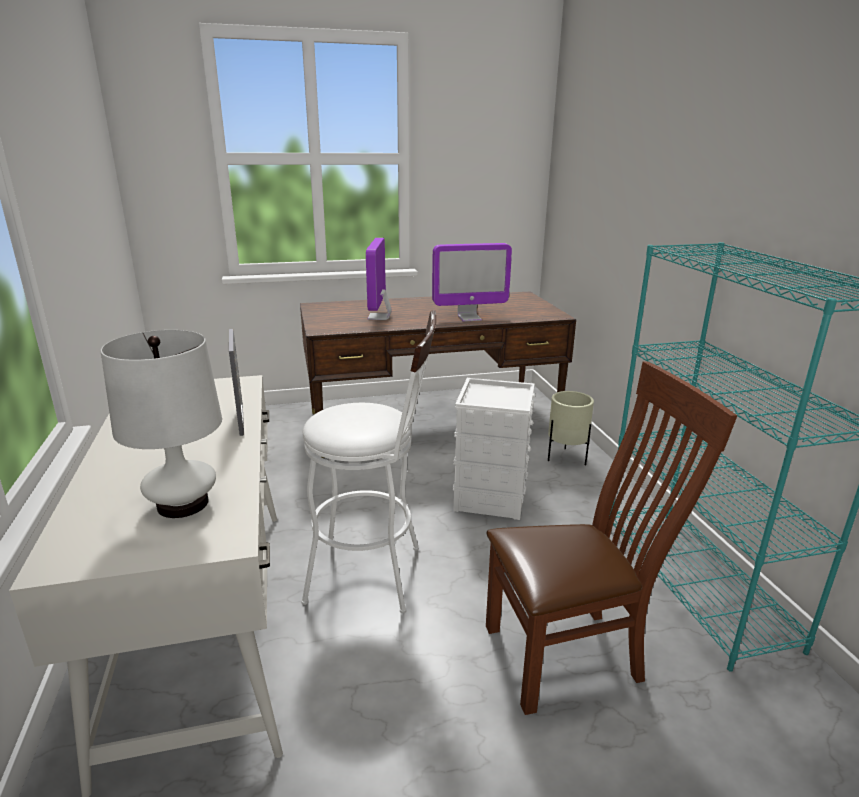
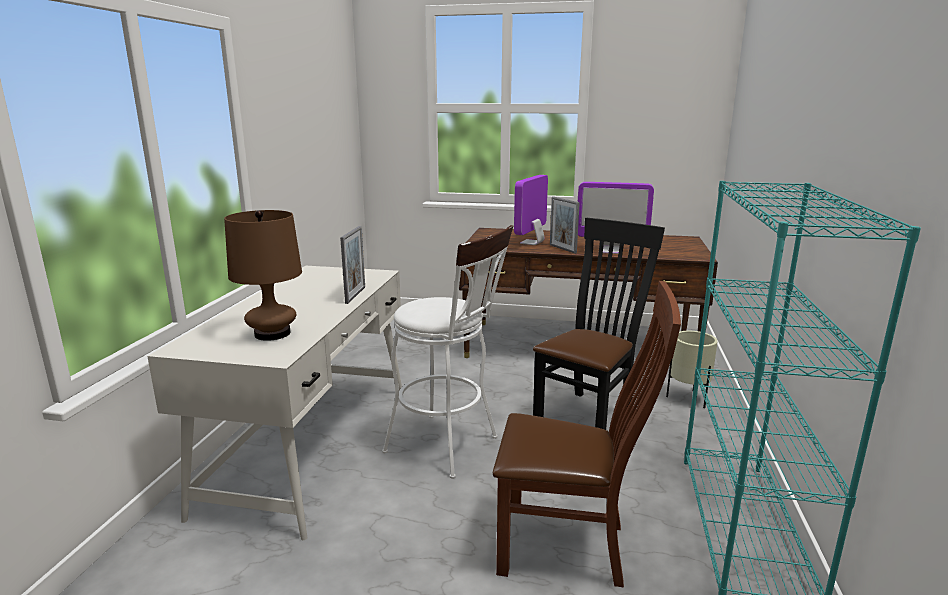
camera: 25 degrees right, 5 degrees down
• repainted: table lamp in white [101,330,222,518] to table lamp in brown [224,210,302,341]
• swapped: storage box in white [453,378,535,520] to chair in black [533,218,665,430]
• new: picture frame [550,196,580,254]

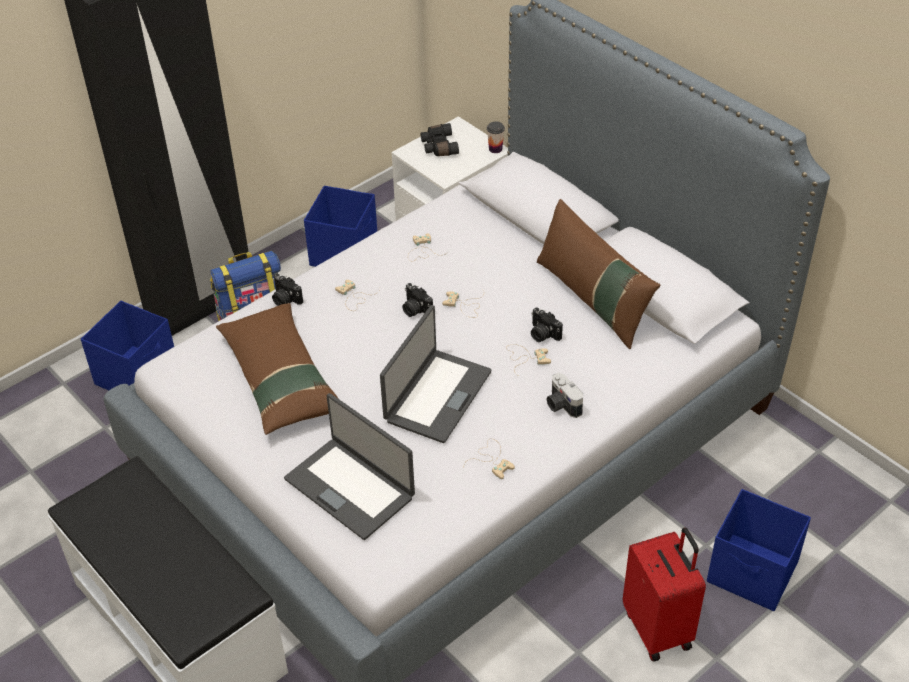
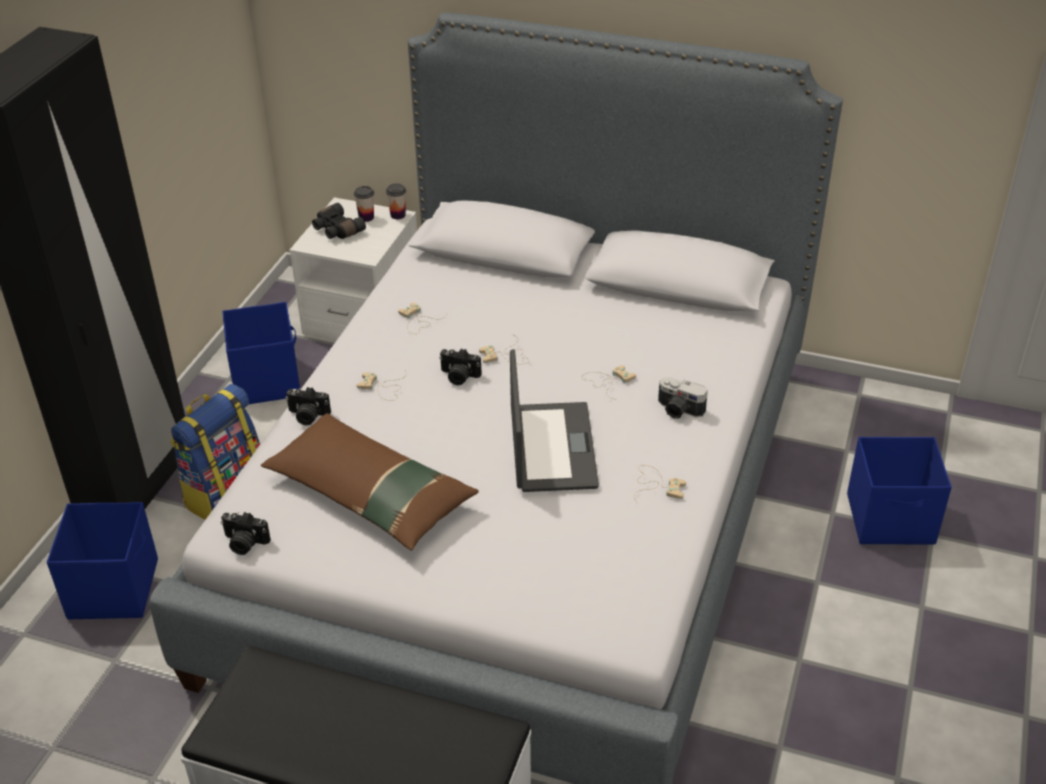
camera: 30 degrees left, 5 degrees down
• gone: laptop [284,393,415,540]
• shifted: photo camera [531,307,563,342] to [221,512,271,555]
• gone: pillow in brown [537,199,660,349]
• gone: suitcase in red [623,528,706,661]
• new: cup [354,186,374,222]

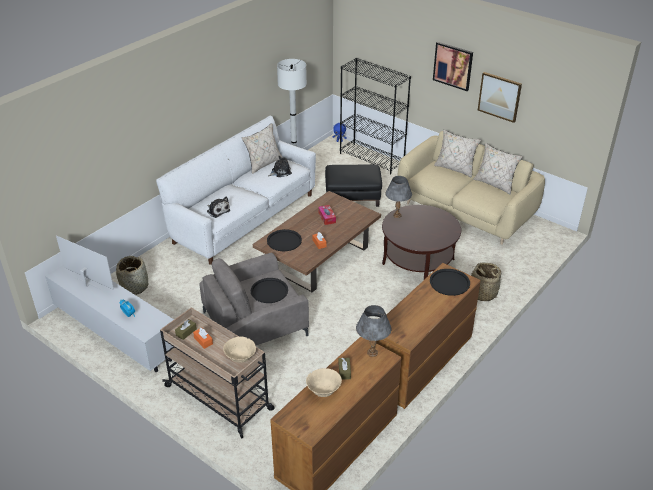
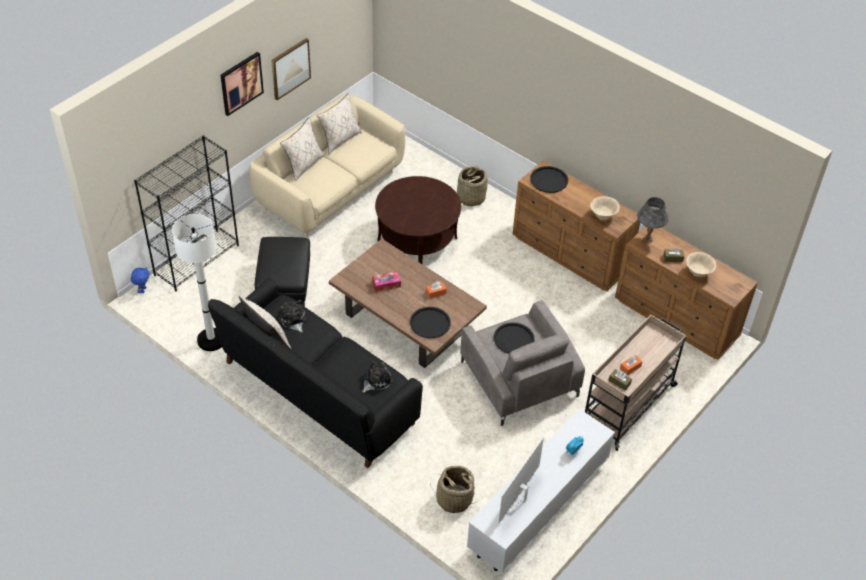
camera: 90 degrees left, 10 degrees up
• repainted: sofa in white [156,116,316,265] to sofa in black [208,278,423,468]
• shifted: bowl in beige [223,337,256,363] to [590,196,620,220]
• gone: table lamp in grey [385,176,412,218]

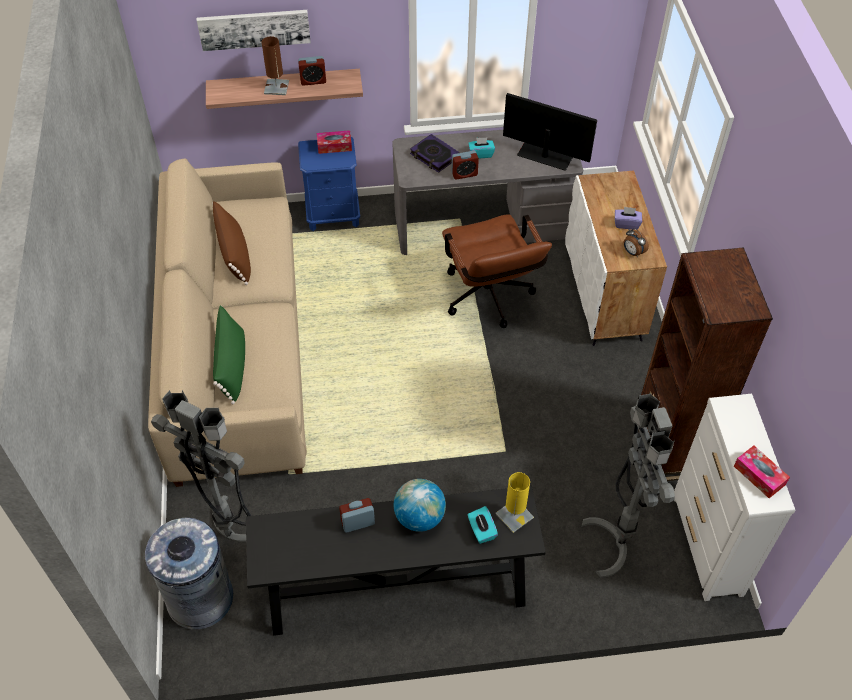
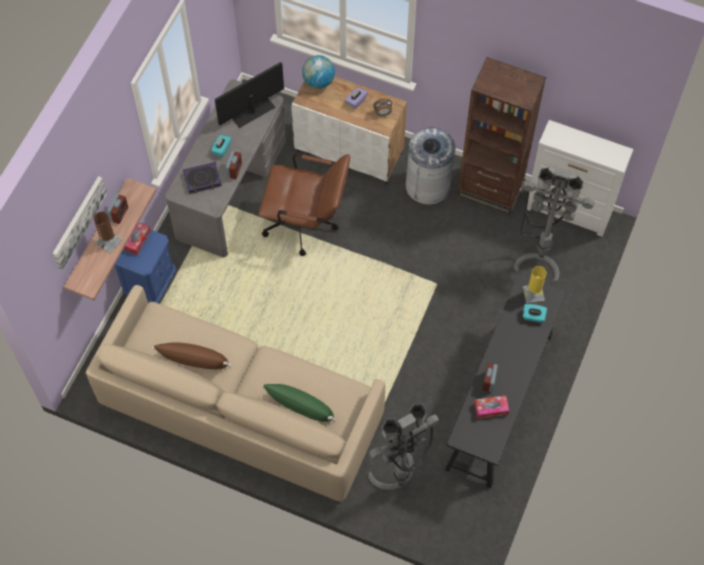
camera: 60 degrees left, 10 degrees up
• shifted: trash can in grey [145,518,233,629] to [405,128,455,205]
• shifted: globe [394,479,446,532] to [302,55,335,89]
• shifted: tissue box [734,445,790,498] to [474,395,509,419]

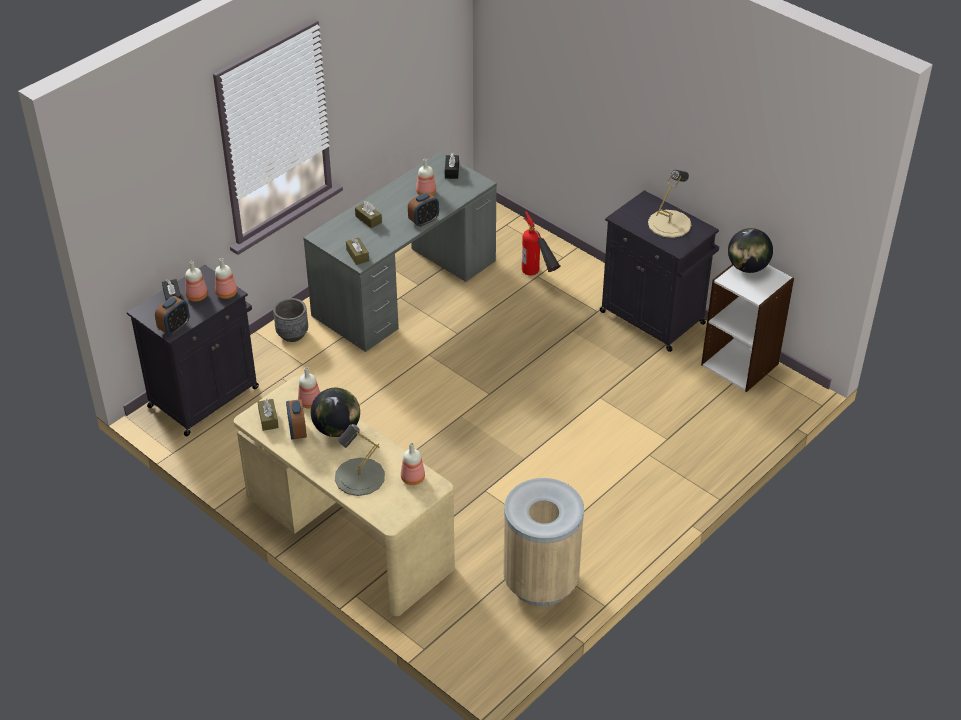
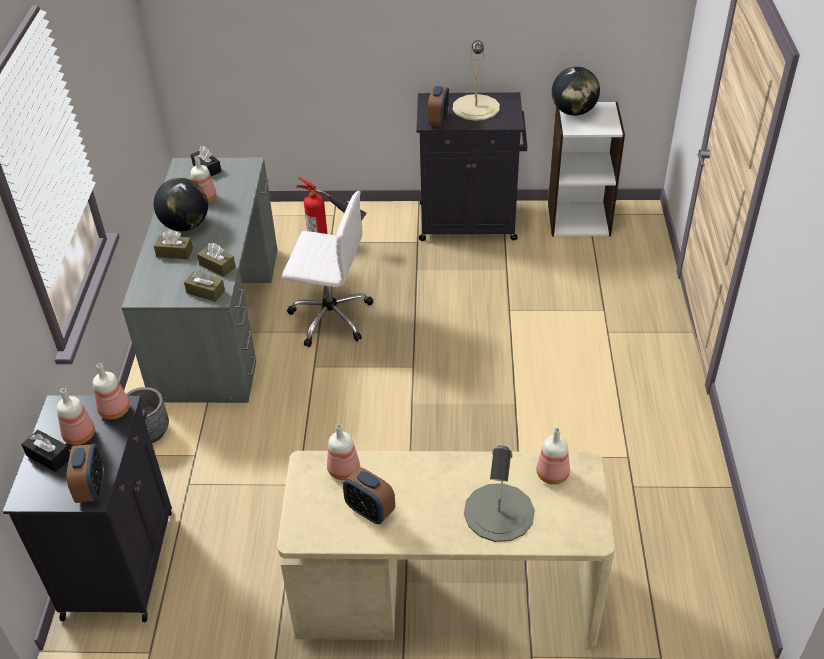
camera: 40 degrees left, 0 degrees up
• shifted: tissue box in brown [258,399,279,431] to [197,243,236,277]
• shifted: globe [311,388,360,437] to [154,178,208,231]
• shifted: alarm clock [408,192,439,227] to [428,86,449,126]
• gone: trash can in beige [503,478,584,606]
• new: office chair in white [282,191,374,347]

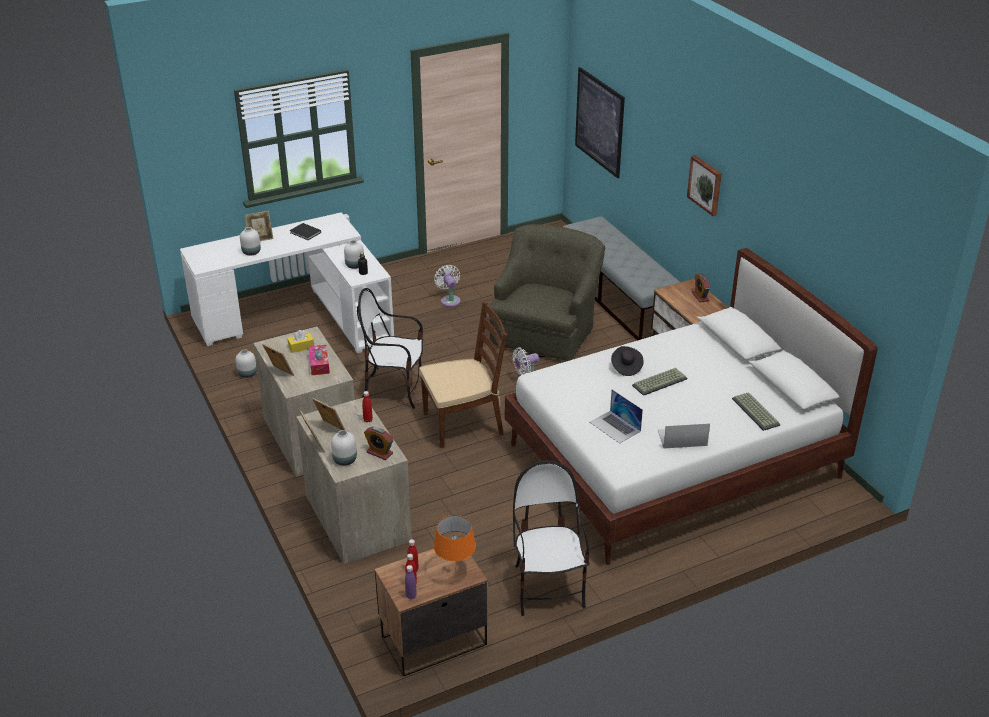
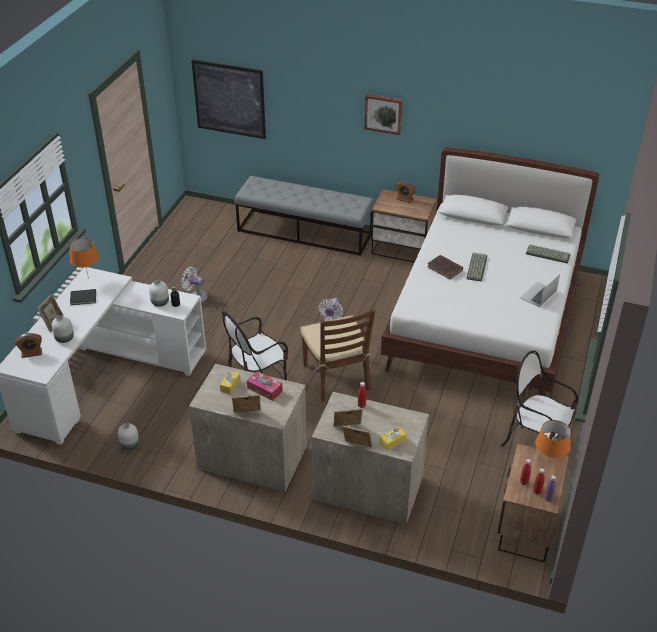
camera: 45 degrees left, 5 degrees up
• swapped: vase in white [331,430,357,466] to tissue box in yellow [380,427,406,451]
• shifted: alarm clock [364,427,393,460] to [15,333,42,358]
• rotated: chair in brown [419,302,507,448] = [300,309,375,402] 135 degrees clockwise
• gone: armchair in green [489,224,605,361]
• gone: laptop [590,390,643,444]
• swapped: hat in black [611,346,644,376] to book in brown [427,255,463,279]
• new: table lamp in orange [70,238,99,279]

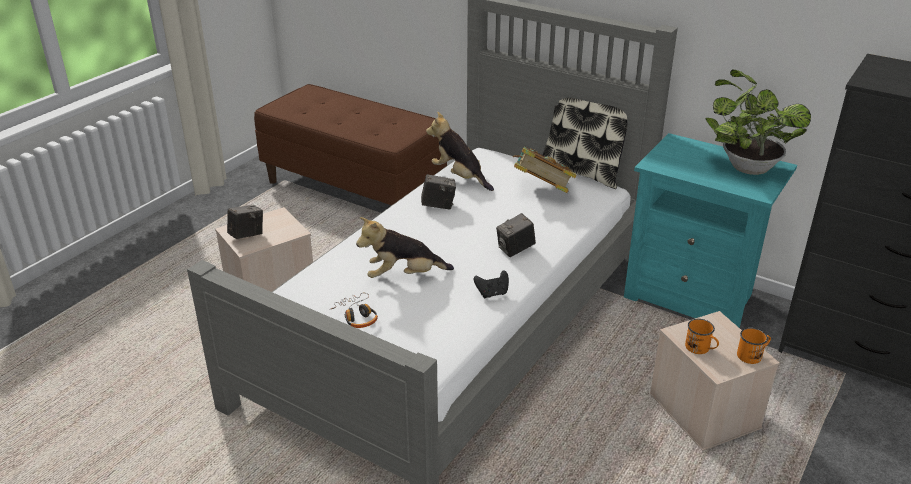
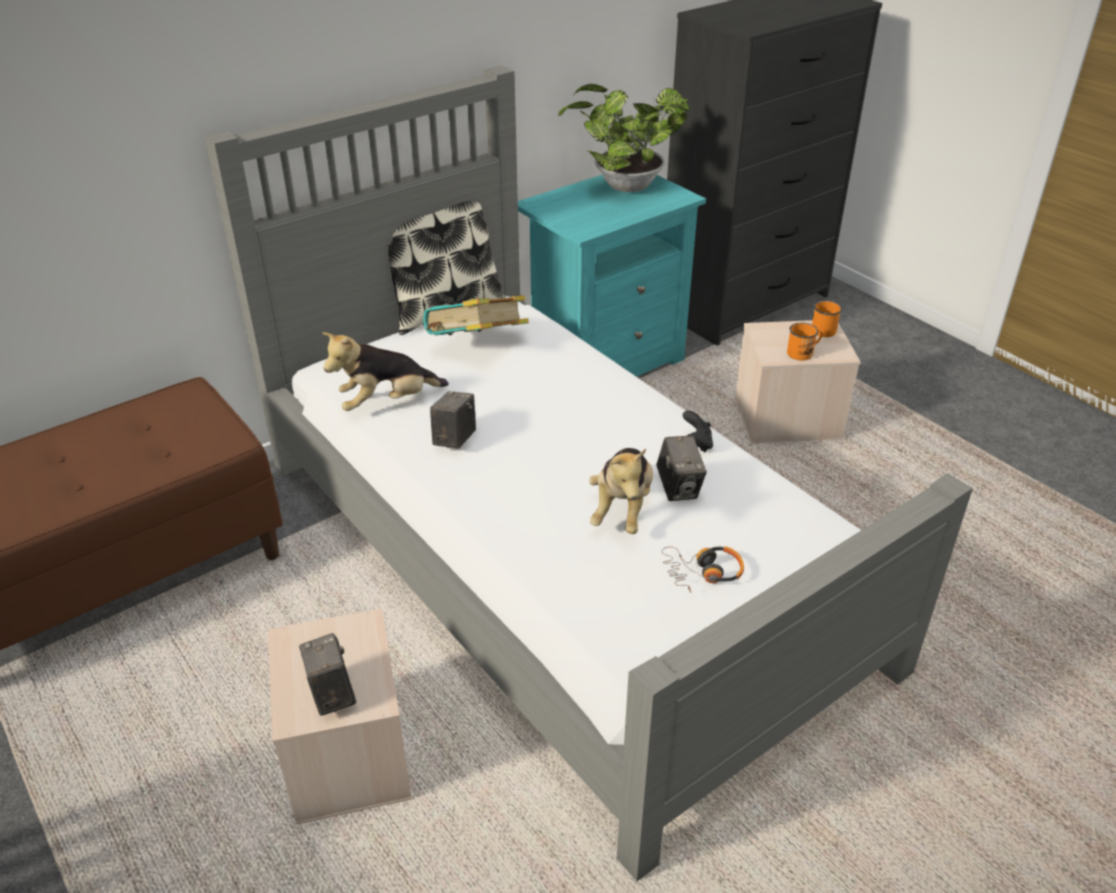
camera: 70 degrees left, 5 degrees up
• shifted: photo camera [496,213,536,257] to [656,435,707,501]

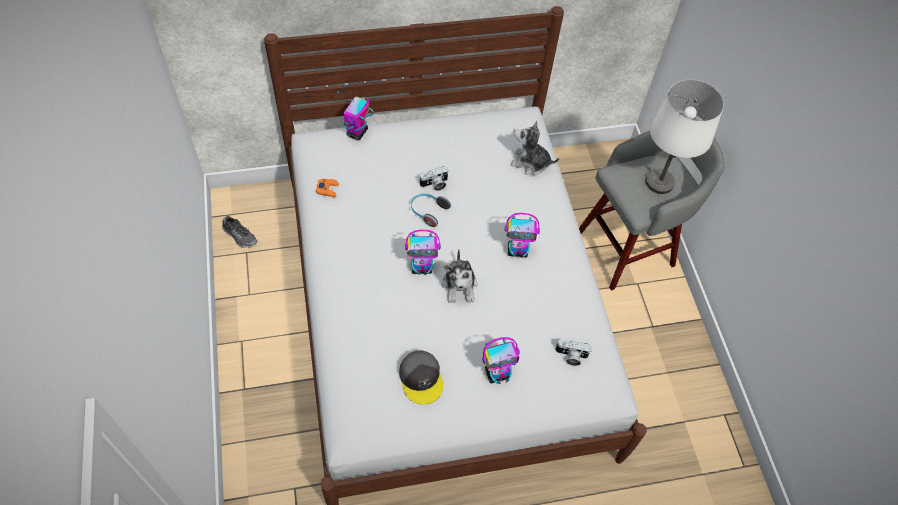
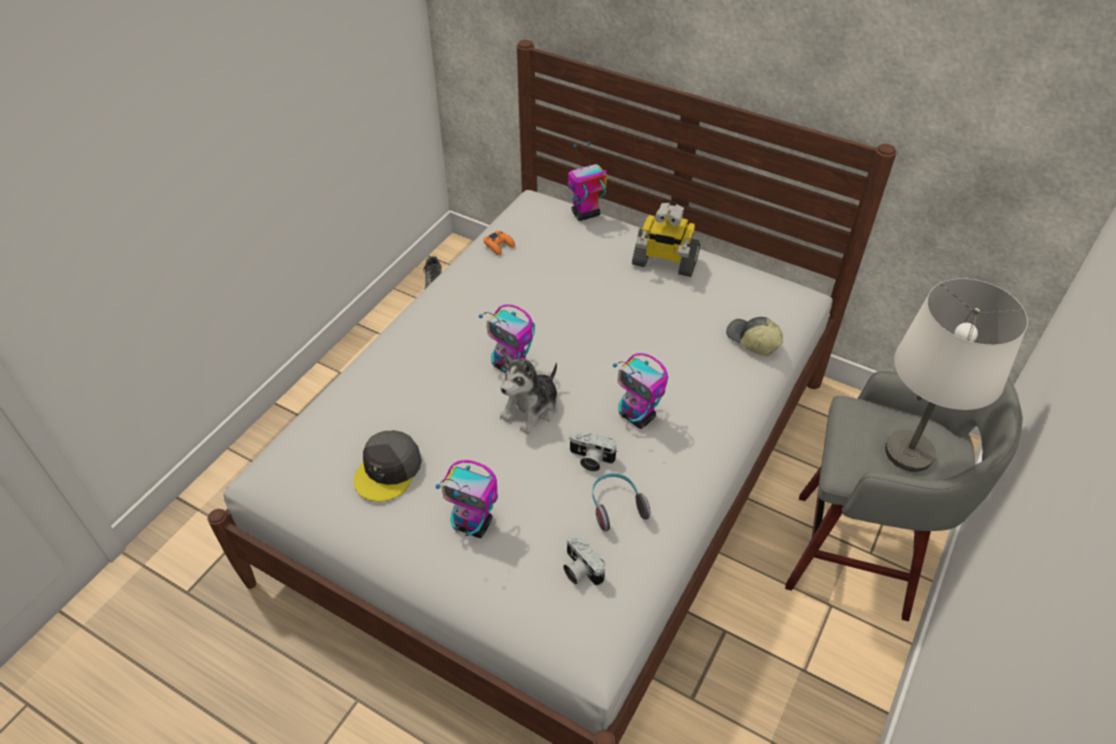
camera: 45 degrees right, 10 degrees down
• shifted: headphones [411,193,451,227] to [592,473,650,532]
• shifted: photo camera [419,166,449,191] to [570,431,618,471]
• swapped: plush toy [511,121,559,175] to cap [726,317,783,356]
• new: toy robot [632,203,700,277]

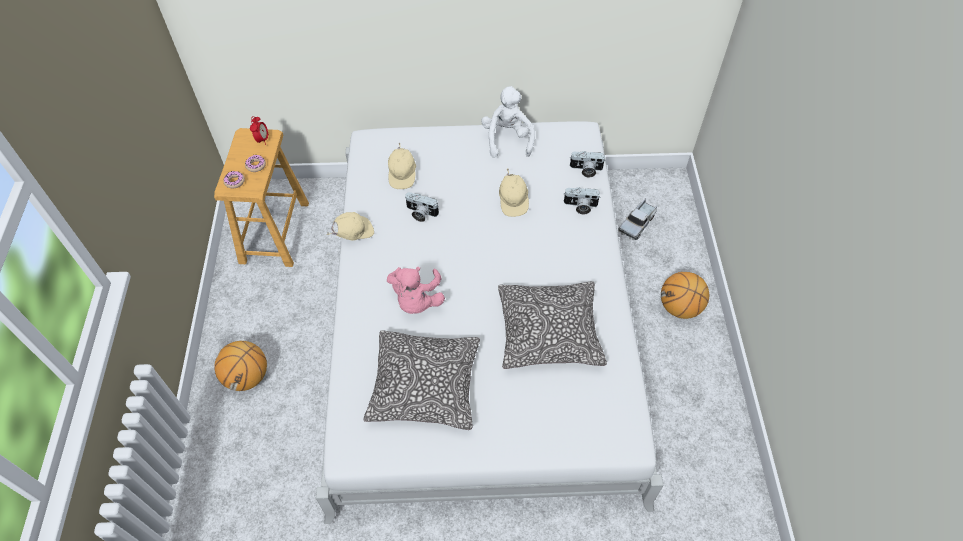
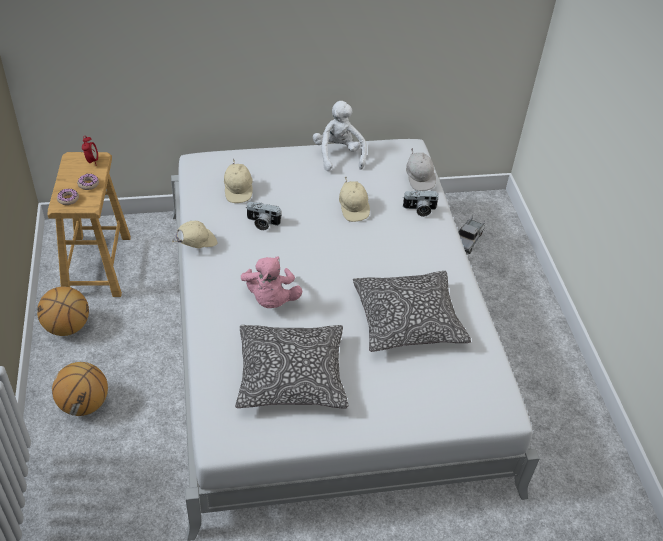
camera: 10 degrees left, 10 degrees down
• swapped: photo camera [570,151,606,178] to cap in white [406,148,436,191]
• shifted: basketball [661,272,709,319] to [37,287,89,336]

